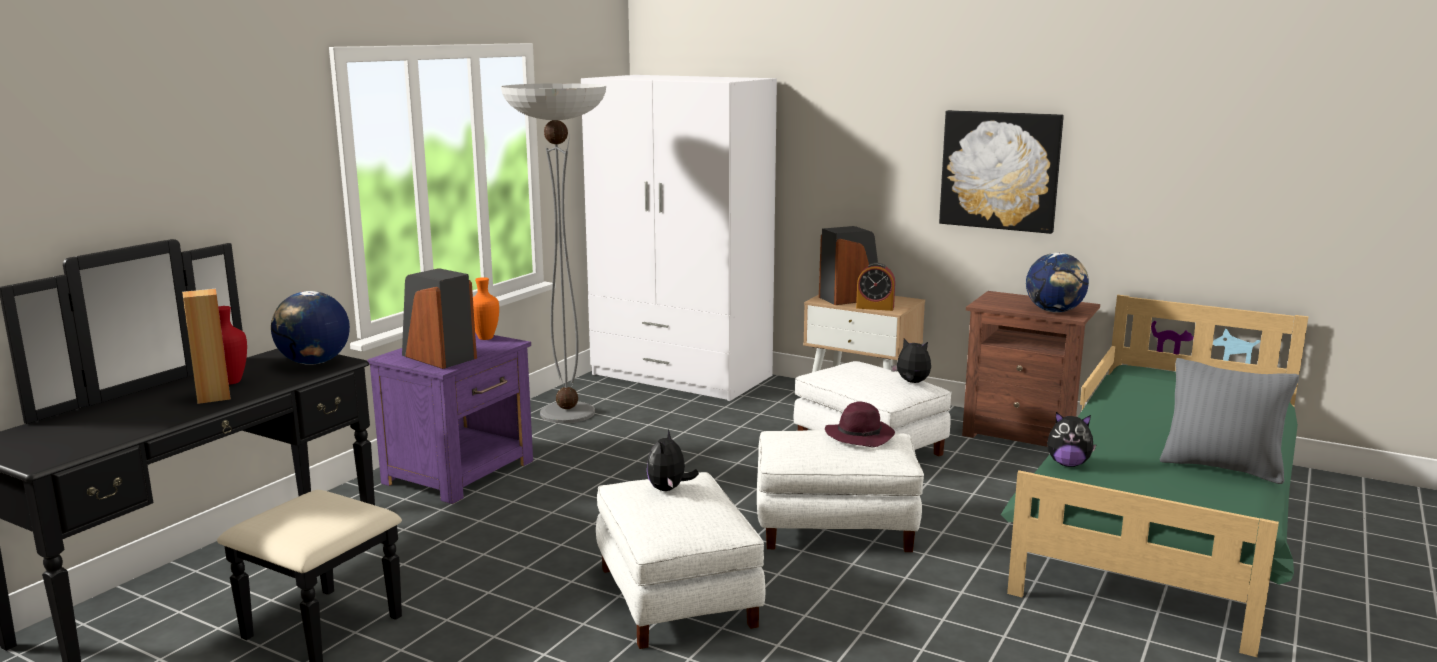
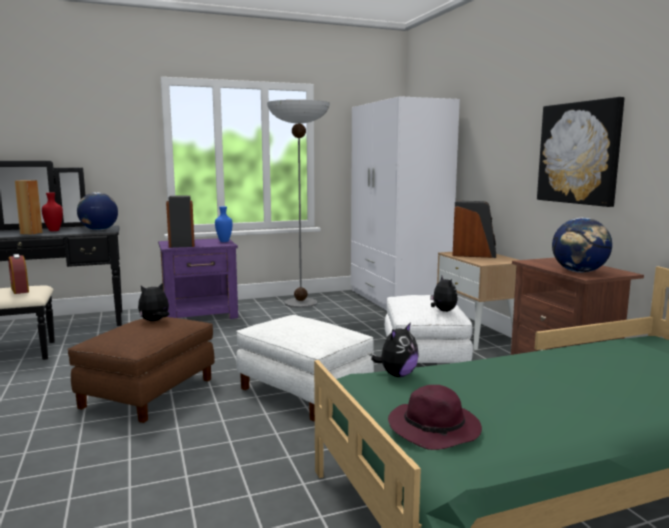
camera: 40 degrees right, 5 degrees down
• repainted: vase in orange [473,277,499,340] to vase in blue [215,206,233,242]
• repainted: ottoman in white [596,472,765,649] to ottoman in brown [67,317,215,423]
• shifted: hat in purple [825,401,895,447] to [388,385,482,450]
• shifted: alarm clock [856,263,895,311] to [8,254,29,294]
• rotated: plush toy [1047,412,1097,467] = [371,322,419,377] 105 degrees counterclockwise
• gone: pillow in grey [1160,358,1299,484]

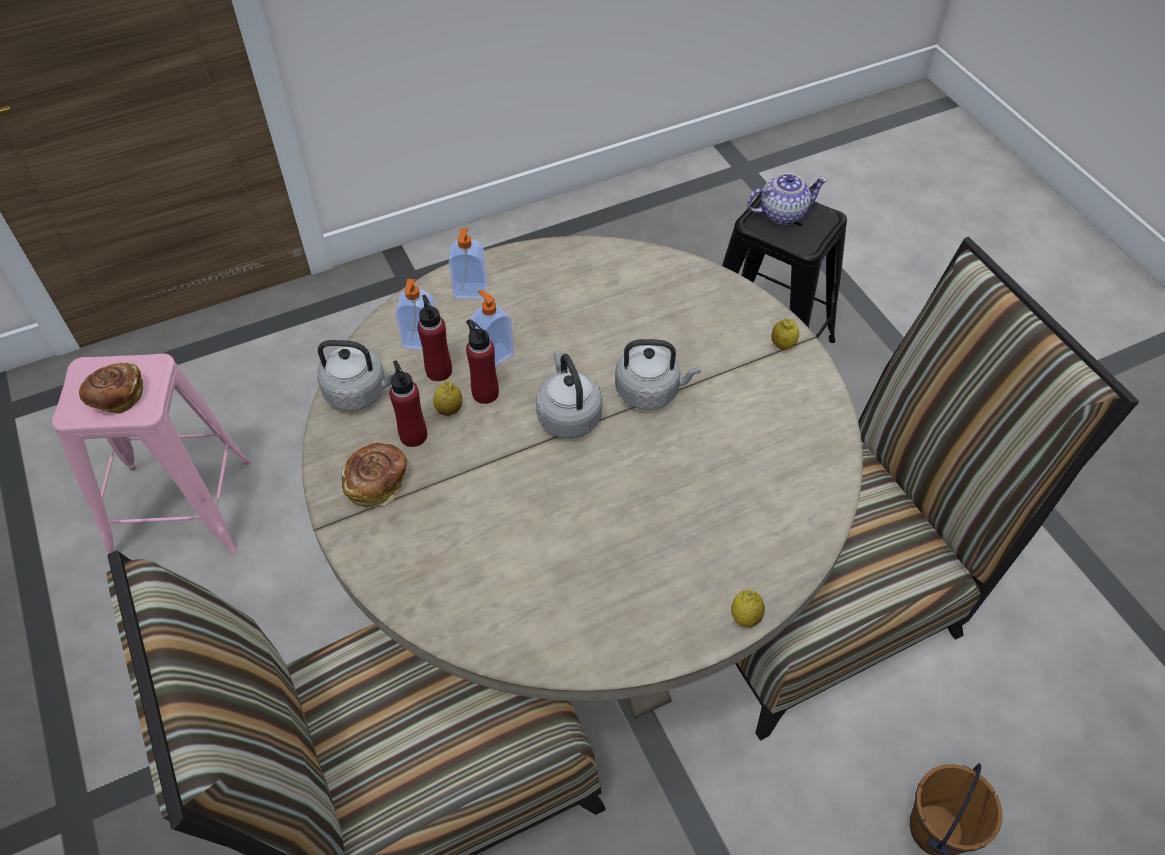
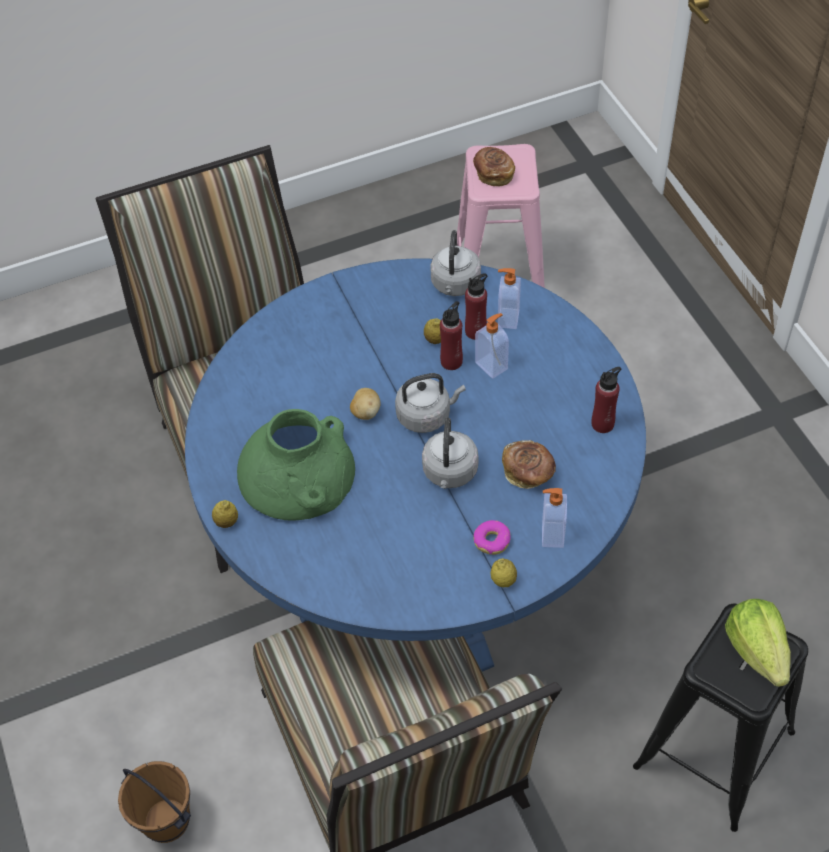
camera: 95 degrees right, 0 degrees up
• repainted: dining table in beige [302,236,863,719] to dining table in blue [185,259,646,672]
• shifted: bread [342,443,407,507] to [502,440,556,489]
• shifted: bottle in red [389,361,427,447] to [591,367,621,433]
• shifted: soap dispenser [449,228,487,299] to [542,488,567,548]
• swapped: teapot [747,173,828,225] to lettuce [725,599,791,687]
• new: vase in green [237,409,355,520]
• new: potato [350,388,381,420]
• new: donut [474,520,511,555]

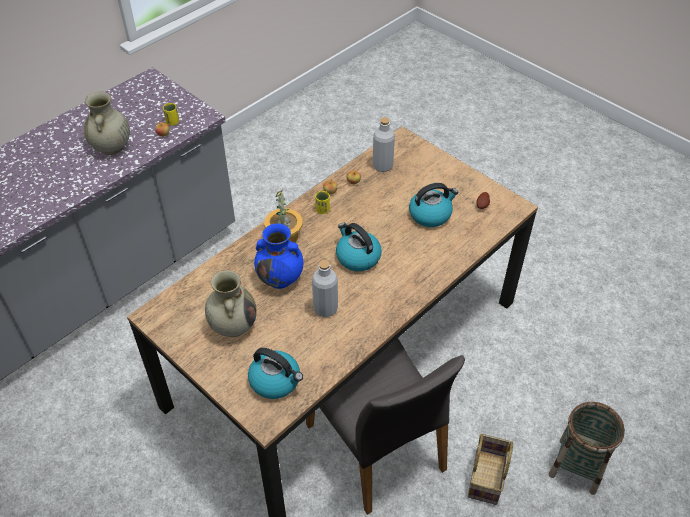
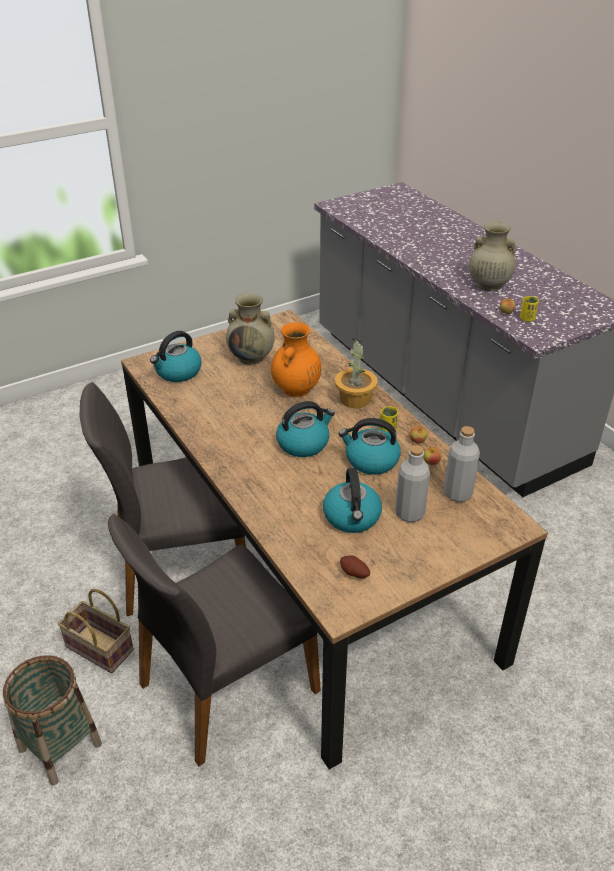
camera: 105 degrees right, 10 degrees down
• repainted: vase in blue [254,224,303,289] to vase in orange [271,322,321,397]
• shifted: bottle in grey [312,260,338,317] to [395,445,430,522]
• new: chair in grey [108,514,321,766]
• new: kettle [339,418,401,475]

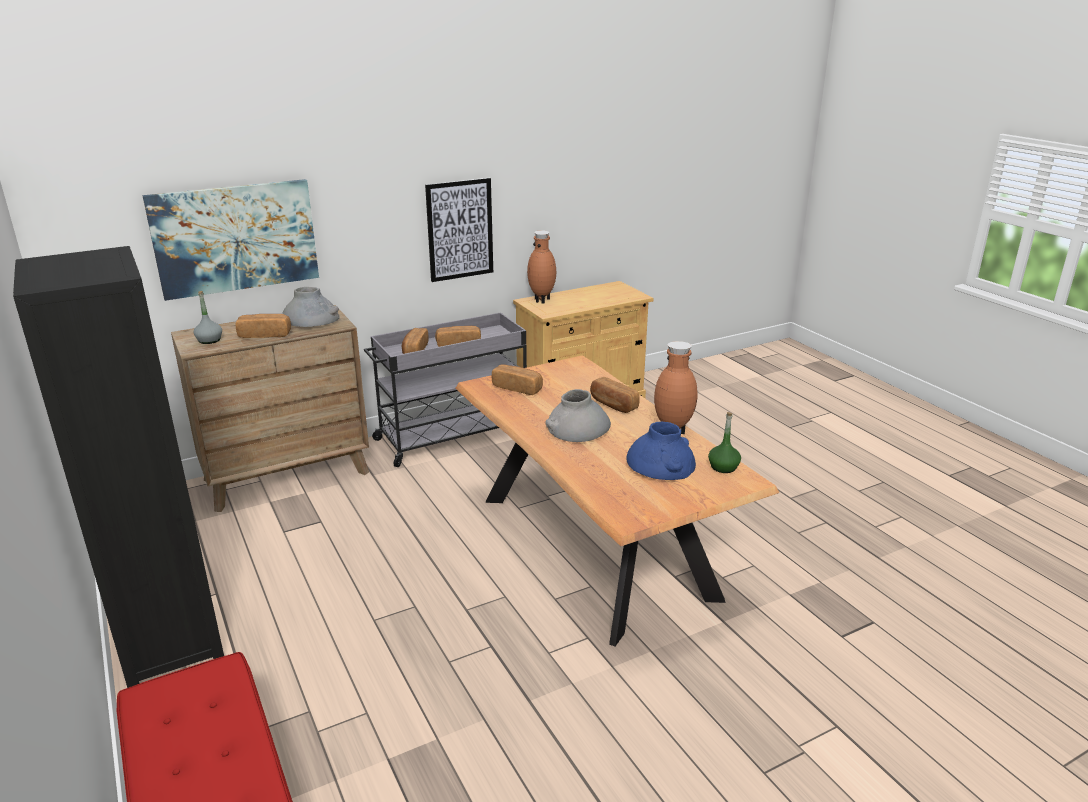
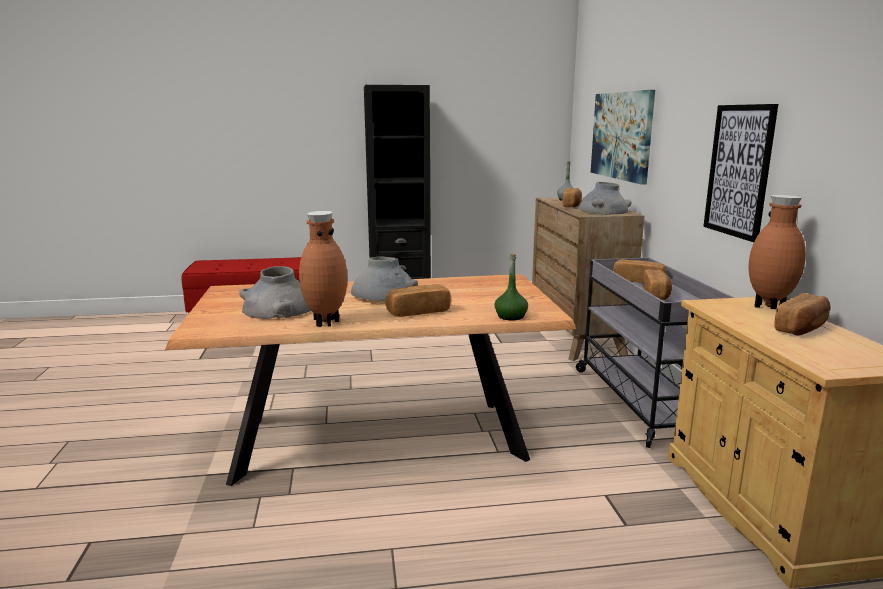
camera: 110 degrees right, 10 degrees down
• shifted: bread [492,364,543,395] to [774,293,831,336]
• repainted: vase in blue [626,422,696,480] to vase in grey [239,266,311,319]
• shifted: bottle in green [708,412,741,473] to [494,253,528,320]

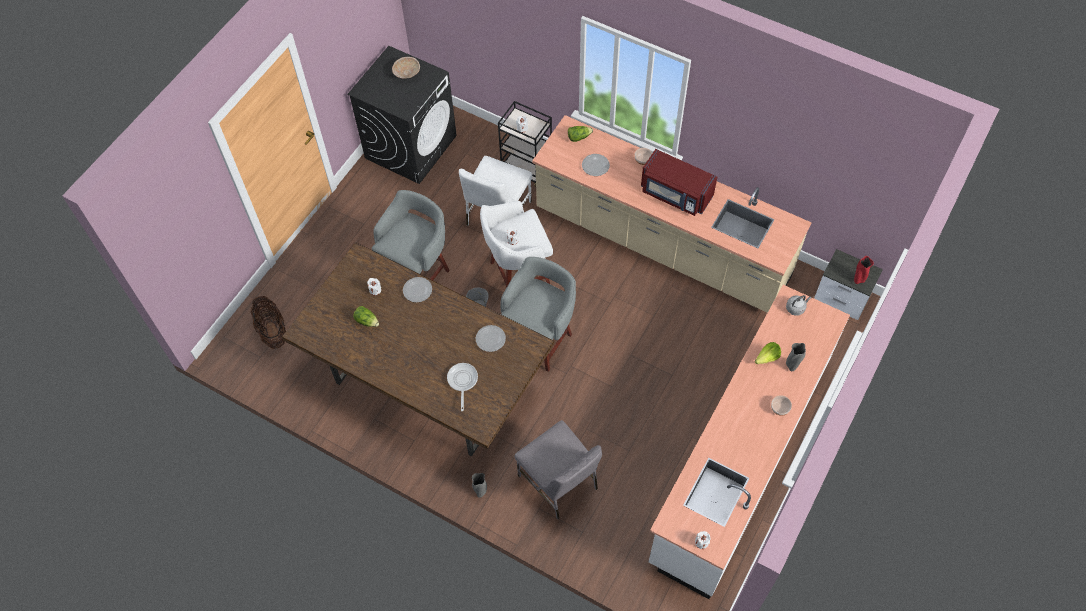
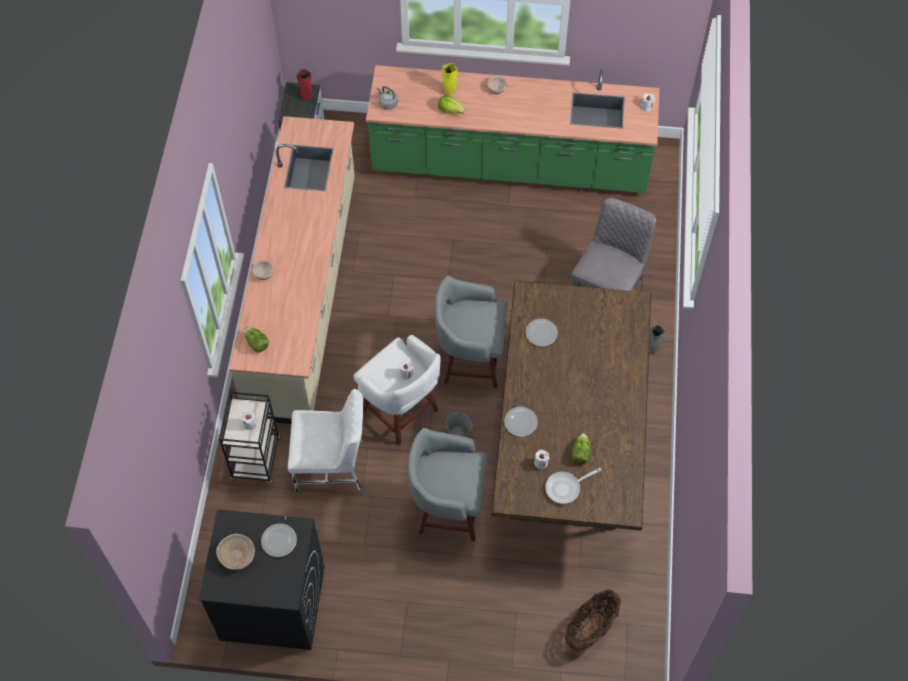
camera: 115 degrees left, 0 degrees up
• shifted: frying pan [447,363,478,411] to [545,468,601,504]
• shifted: plate [582,154,610,176] to [261,523,297,557]
• gone: microwave in red [641,149,717,216]
• repainted: counter in white [649,285,850,599] to counter in green [366,65,660,193]
• repainted: vase in grey [786,343,806,371] to vase in yellow [442,63,458,95]

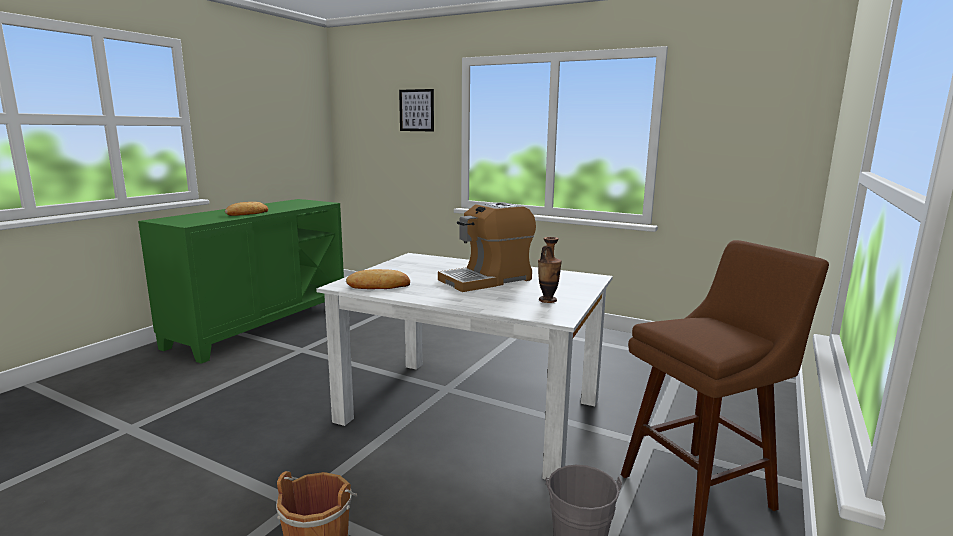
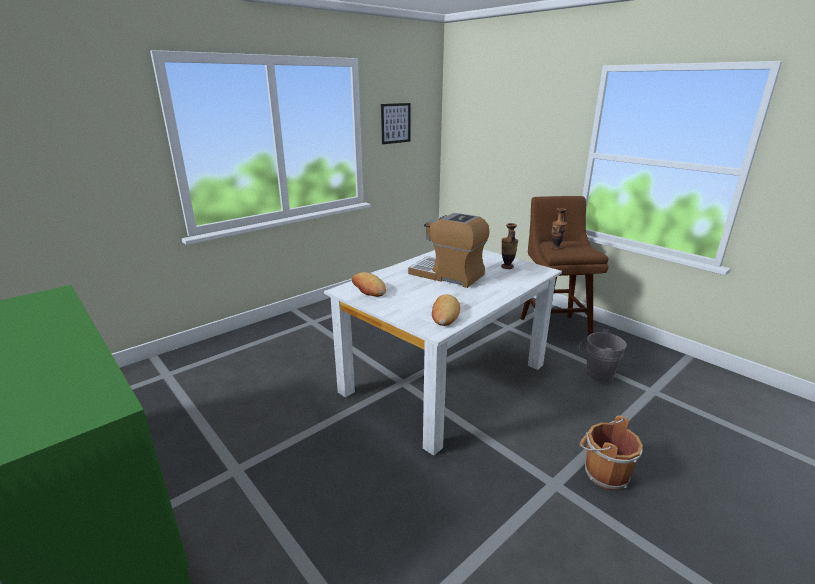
camera: 70 degrees left, 10 degrees up
• shifted: bread [225,202,268,216] to [352,272,386,297]
• shifted: picture [399,89,434,131] to [381,103,411,144]
• rotated: coffee machine [438,202,536,292] = [408,213,490,288] 135 degrees clockwise
• new: vase [551,208,567,249]

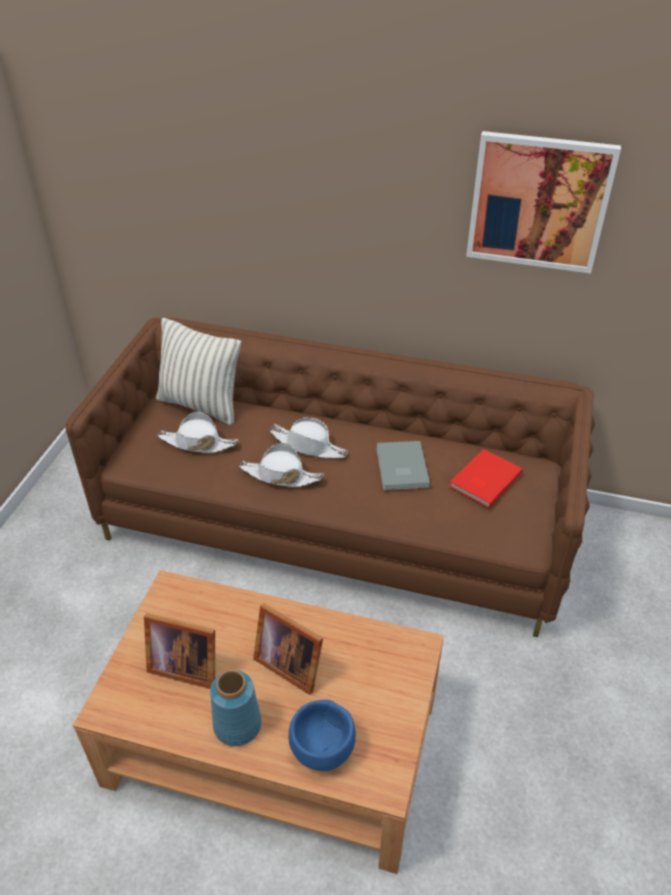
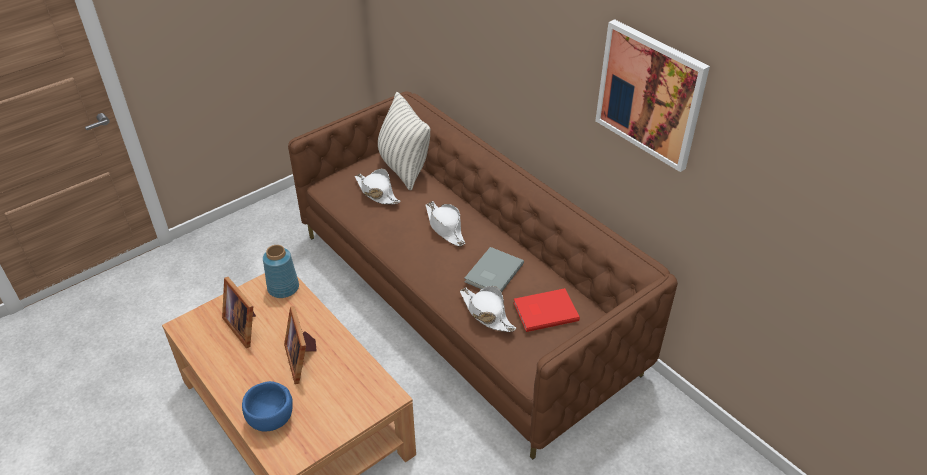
camera: 35 degrees right, 0 degrees up
• shifted: vase in blue [210,670,262,746] to [263,245,299,298]
• shifted: hat in white [239,443,324,487] to [460,286,517,332]

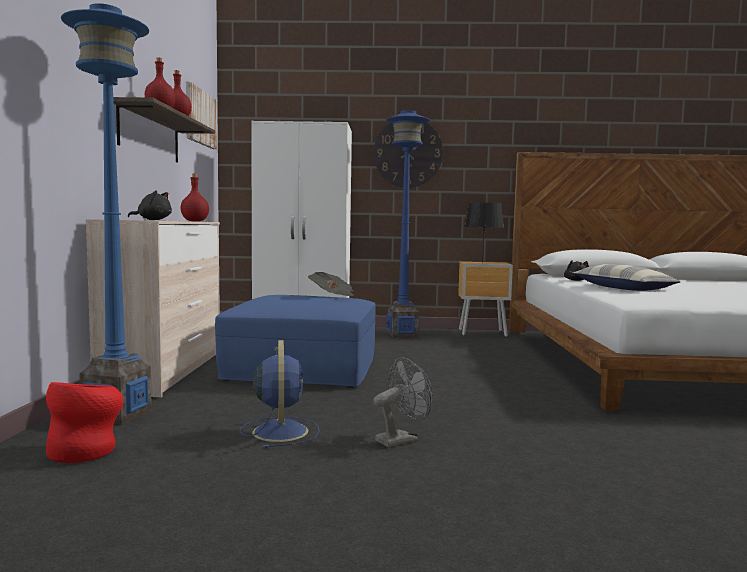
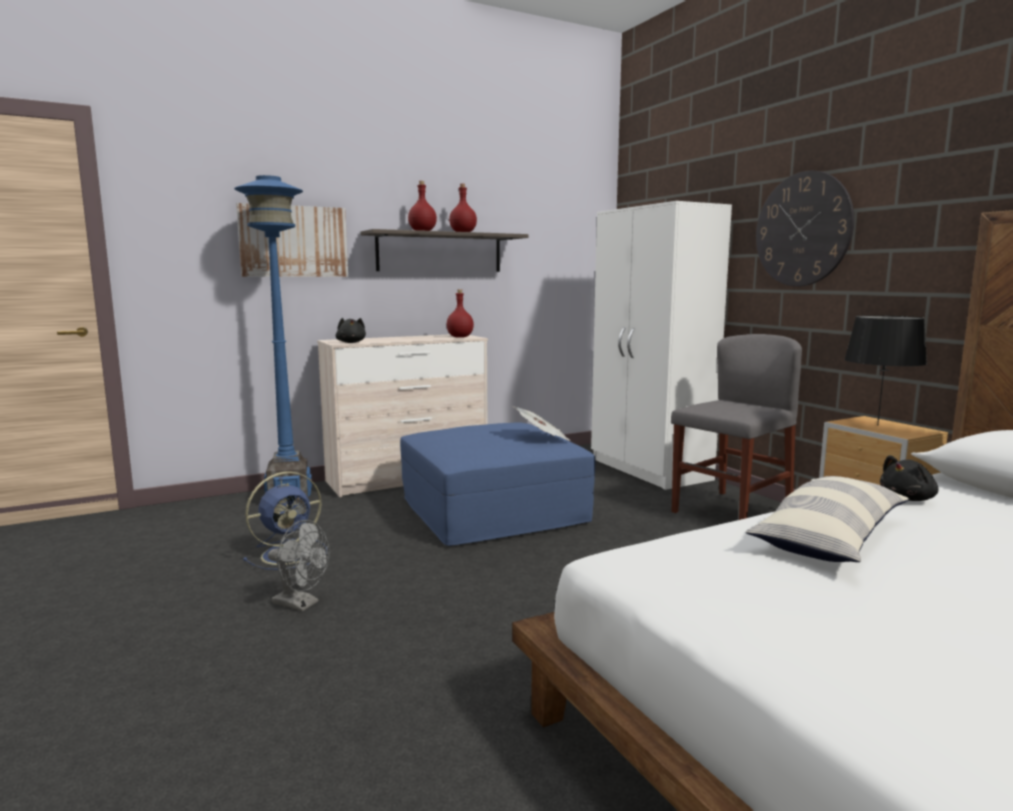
camera: 60 degrees right, 5 degrees up
• gone: vase in red [46,382,123,463]
• shifted: picture [186,82,217,149] to [236,203,348,277]
• swapped: floor lamp in blue [386,110,430,338] to chair in grey [671,334,802,520]

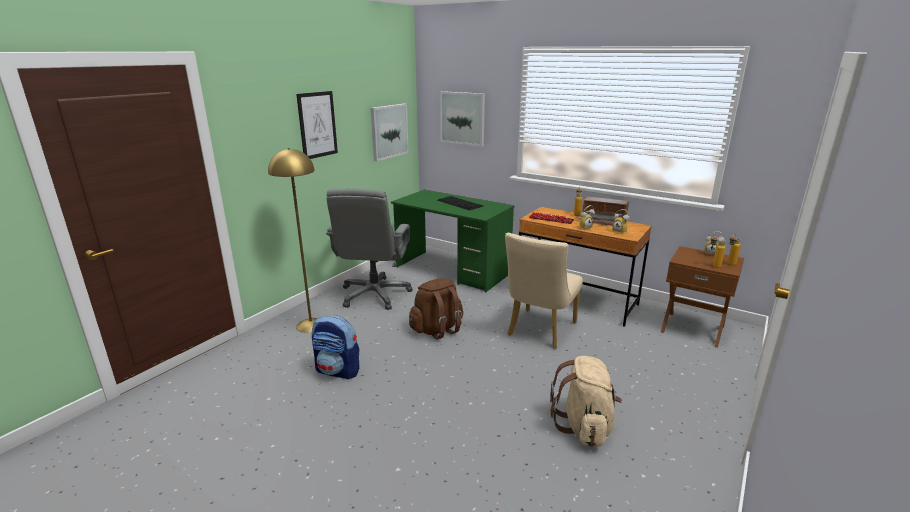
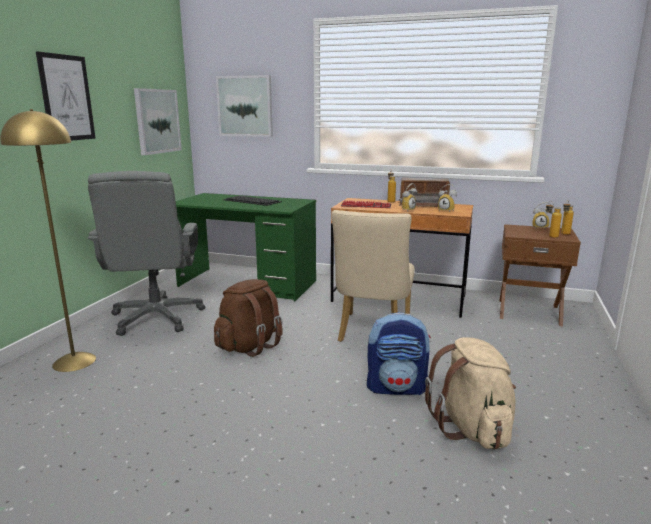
camera: 15 degrees left, 5 degrees down
• shifted: backpack [312,315,360,380] to [367,312,431,395]

